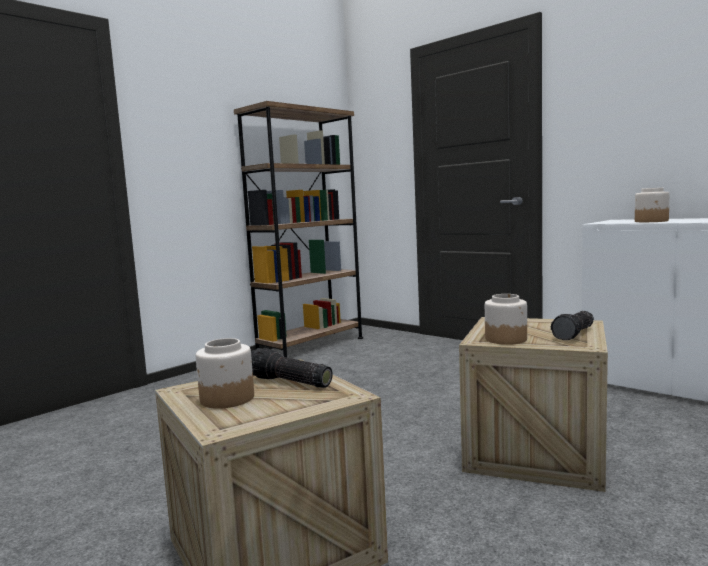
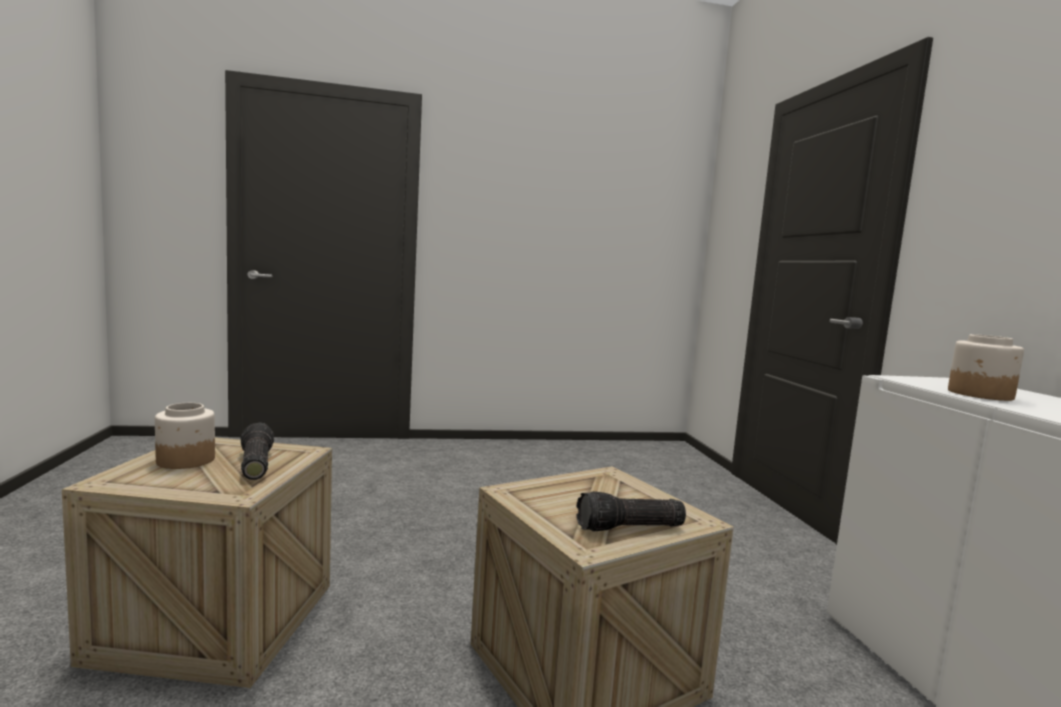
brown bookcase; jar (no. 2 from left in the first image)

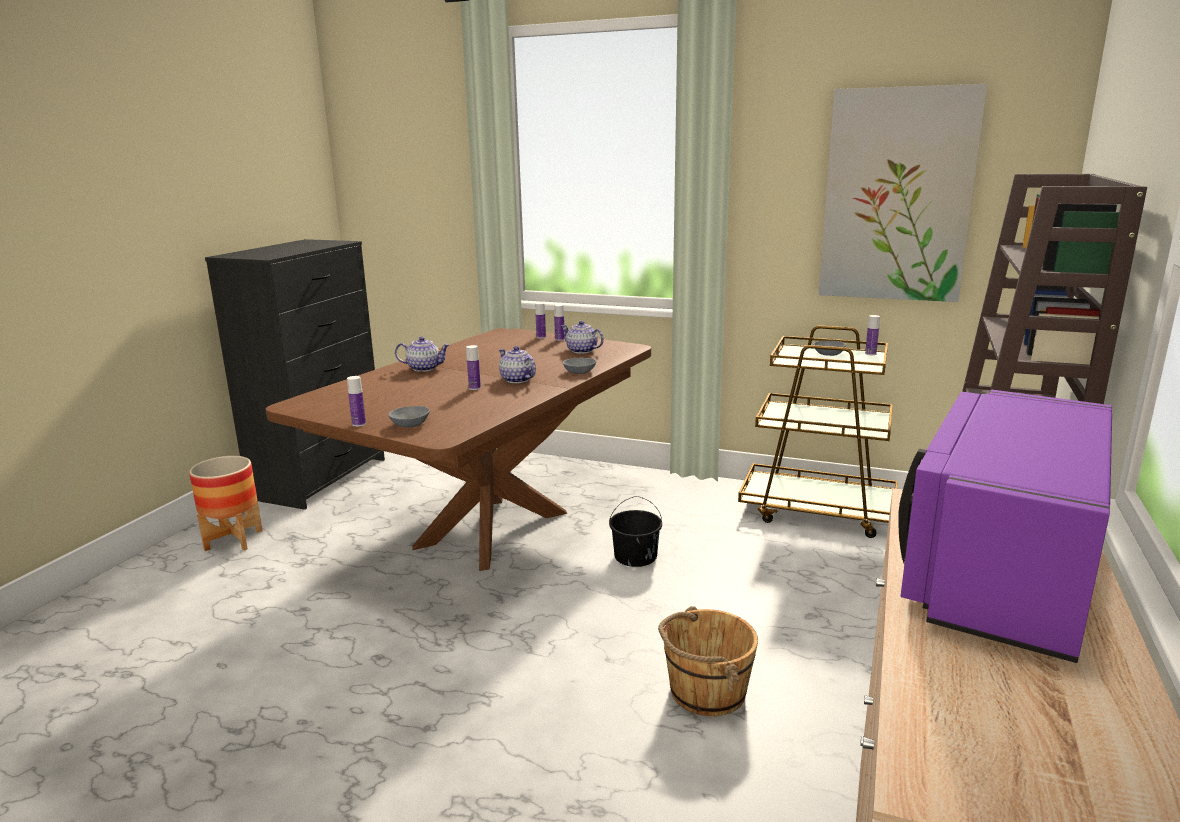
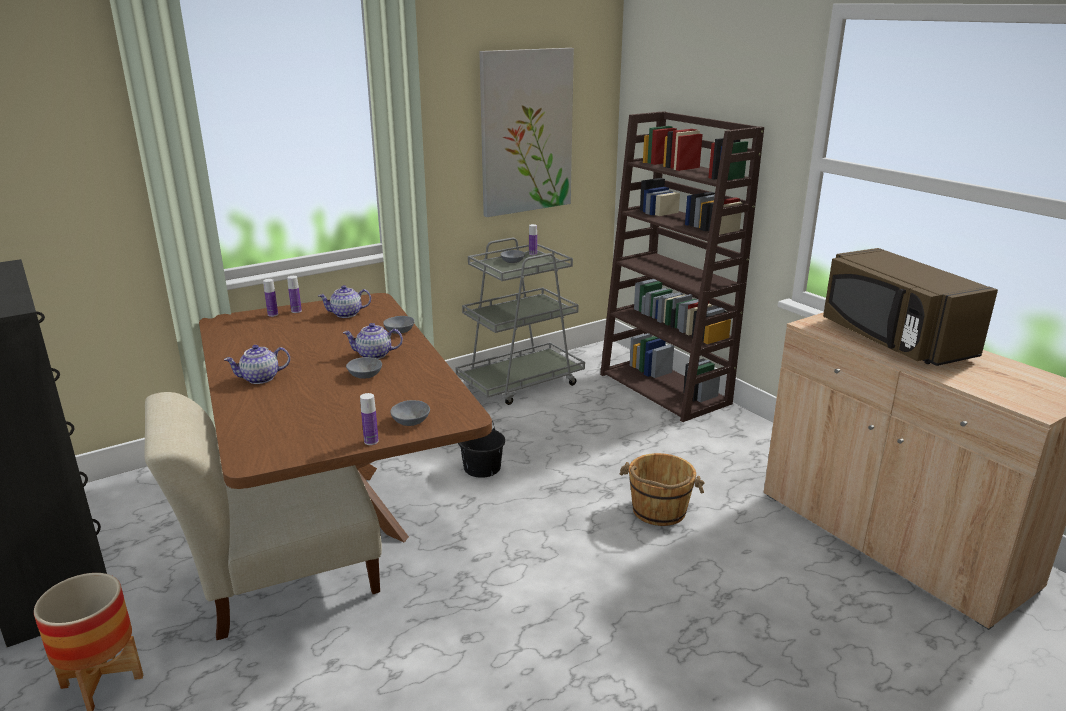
beige chair; grey bowl (no. 1 from left); grey cart; brown microwave; teapot (no. 1 from left)

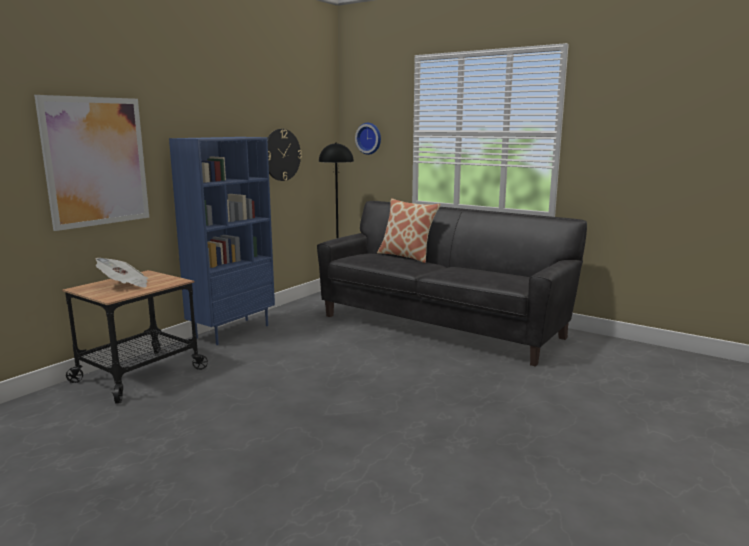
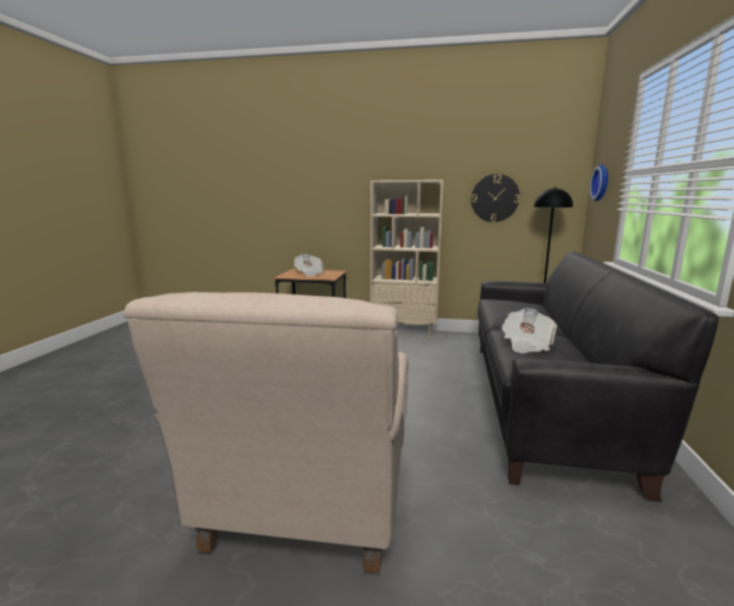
picture; pillow; beige armchair; newspaper (no. 2 from left); beige bookcase

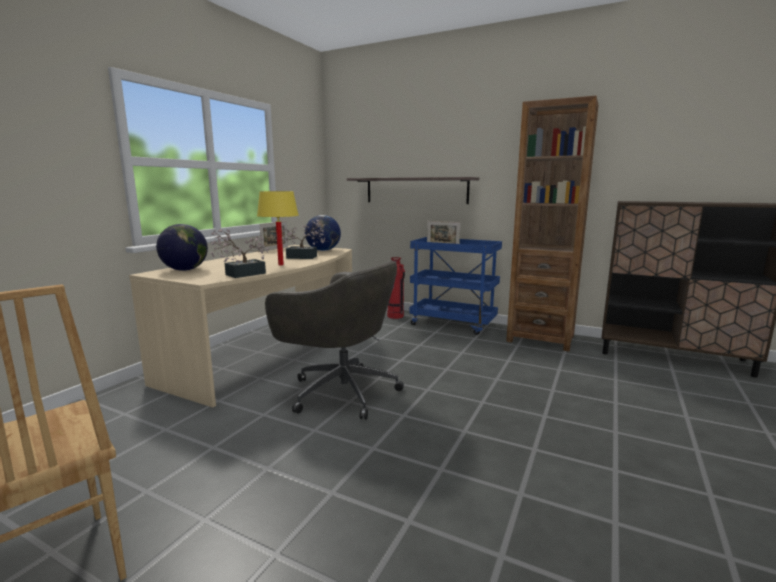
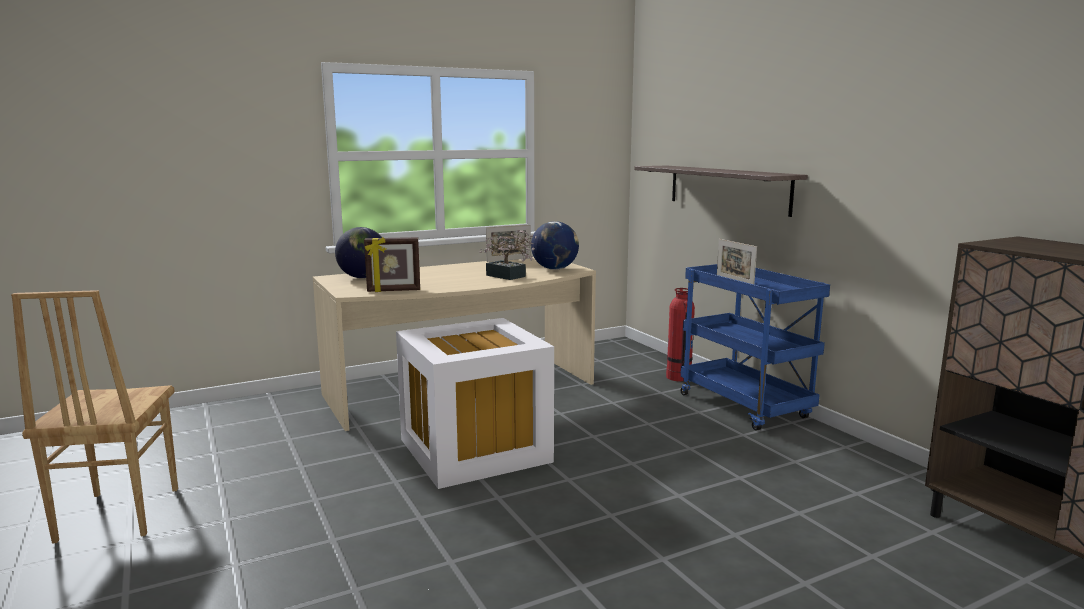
yellow table lamp; brown bookcase; picture frame (no. 1 from left); white storage box

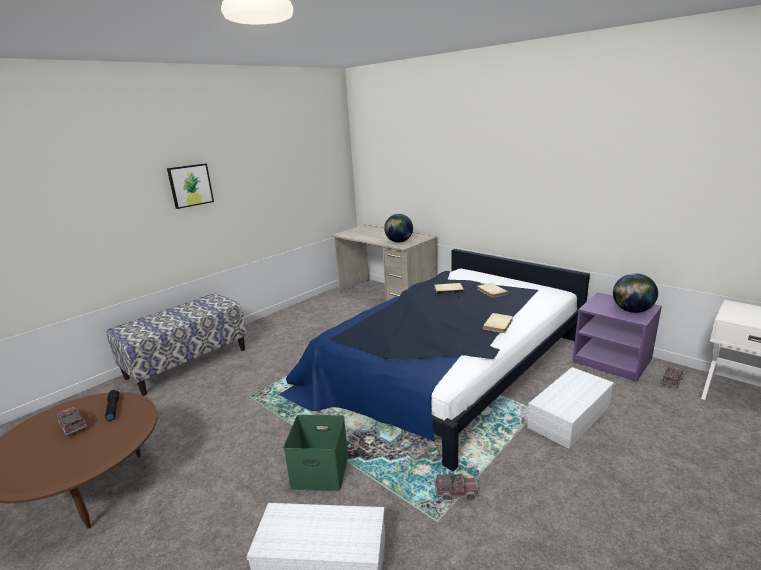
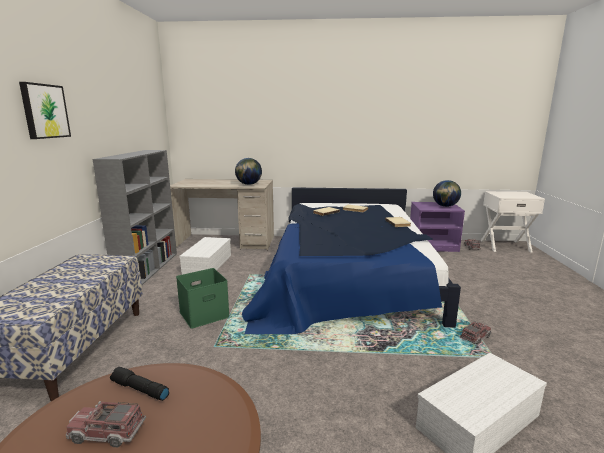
grey bookcase; green storage box; white storage box (no. 1 from left)

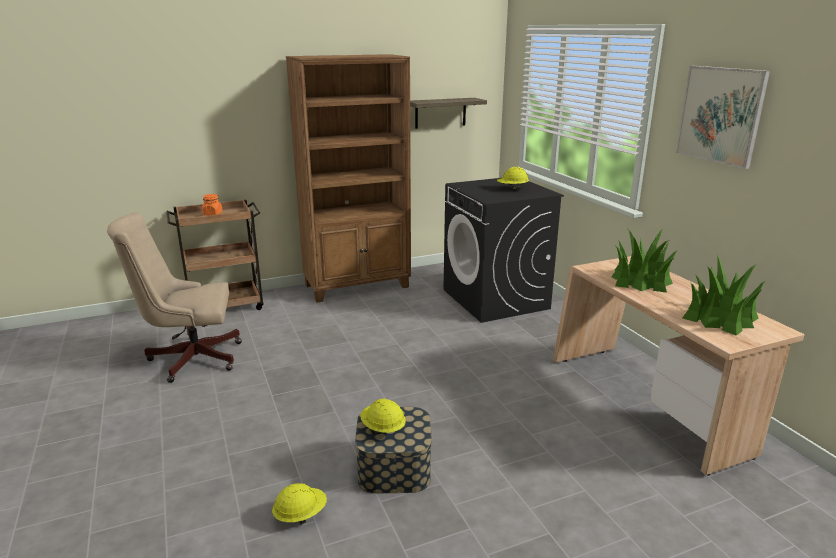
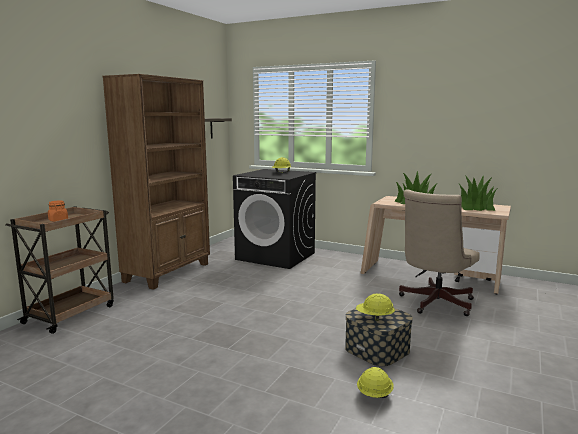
picture; beige office chair

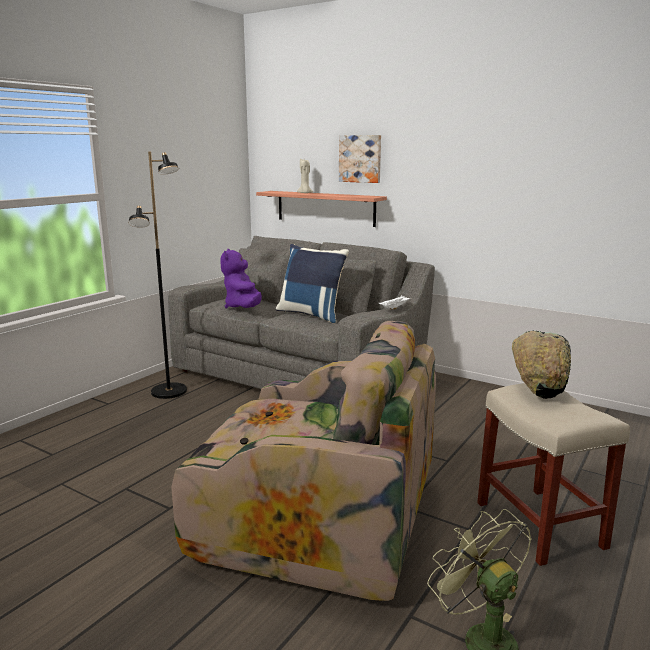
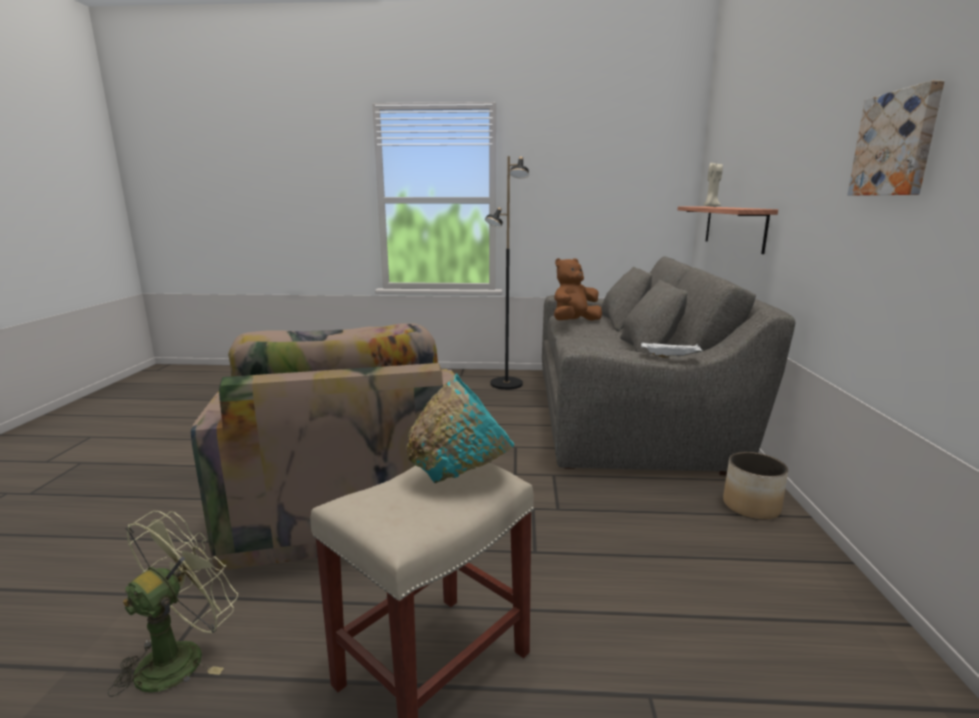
blue pillow; planter; picture; brown plush toy; turquoise bowl

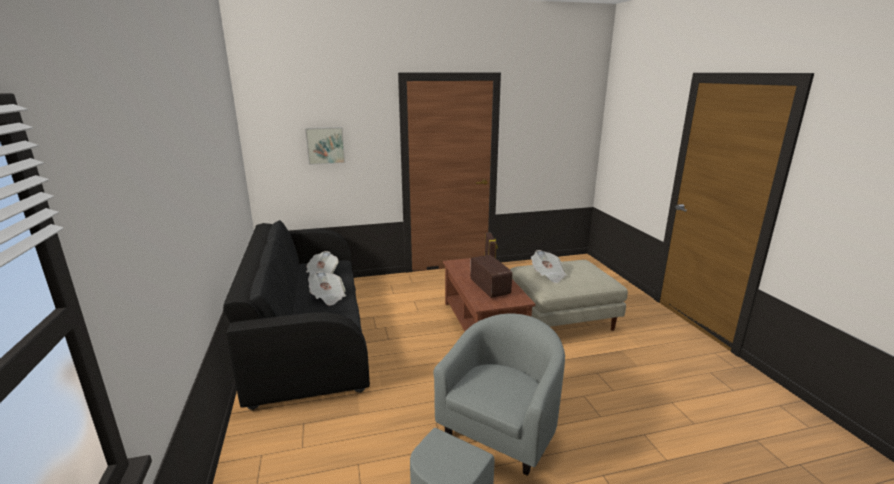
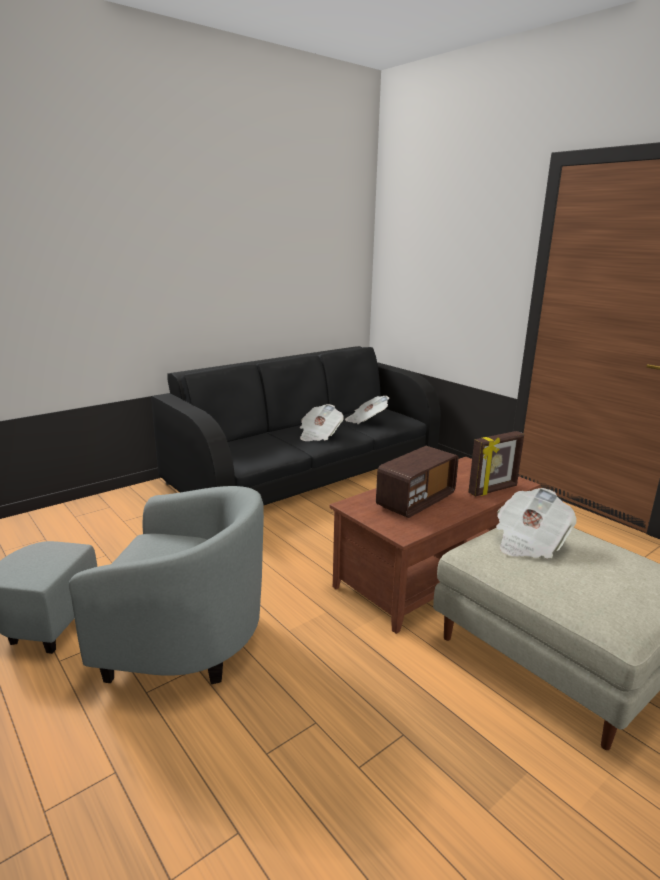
picture

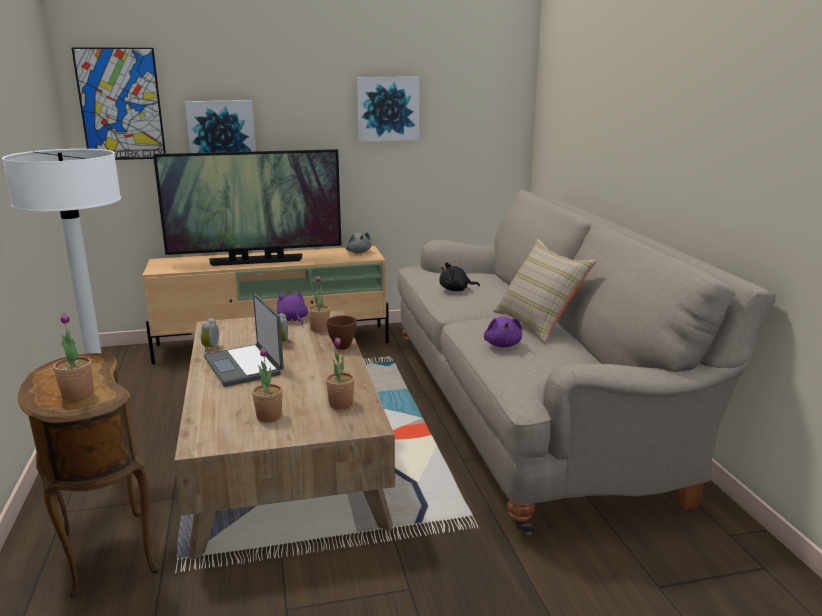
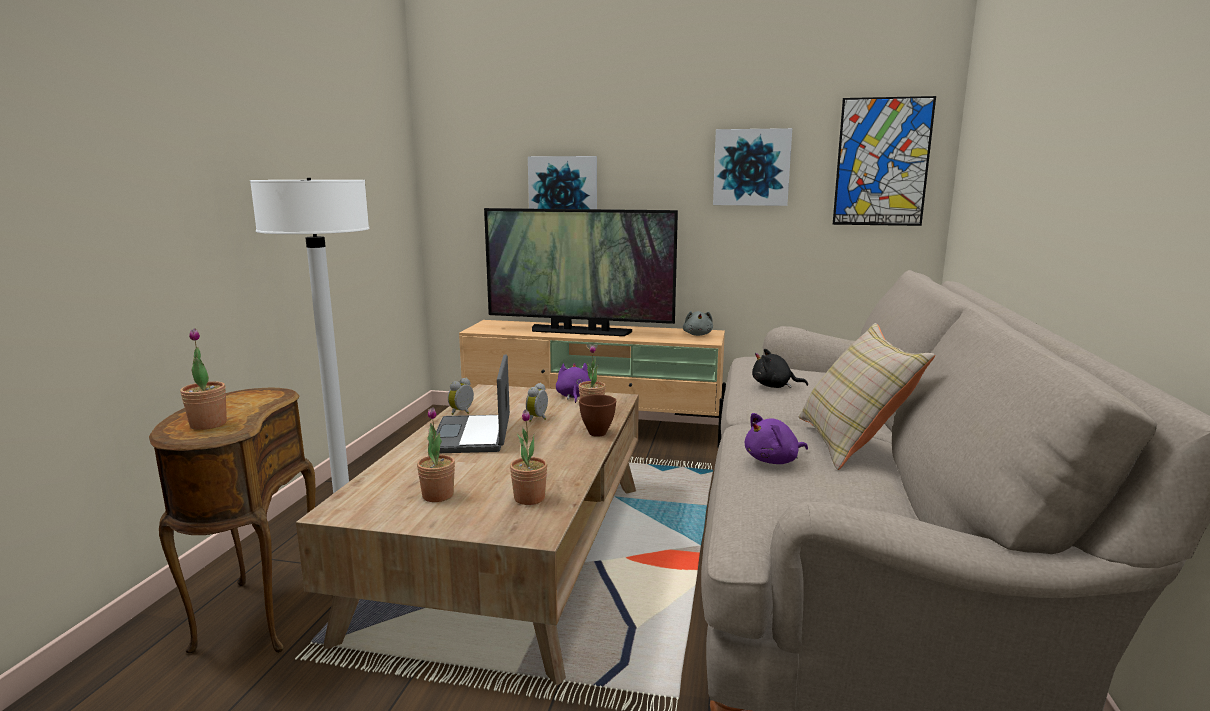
picture (no. 3 from left); purple plush toy (no. 2 from left)

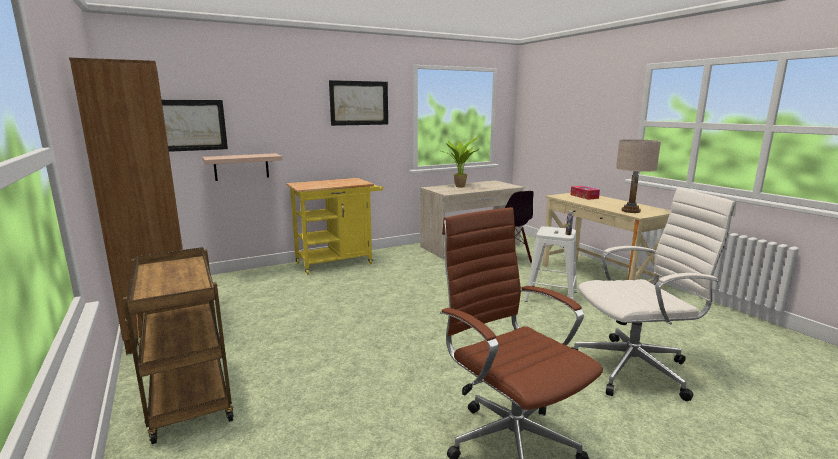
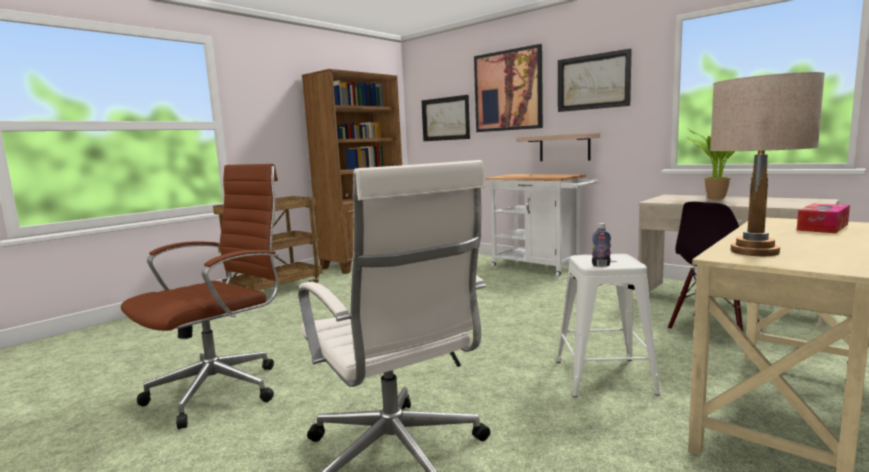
picture (no. 2 from left); shelf; white cart

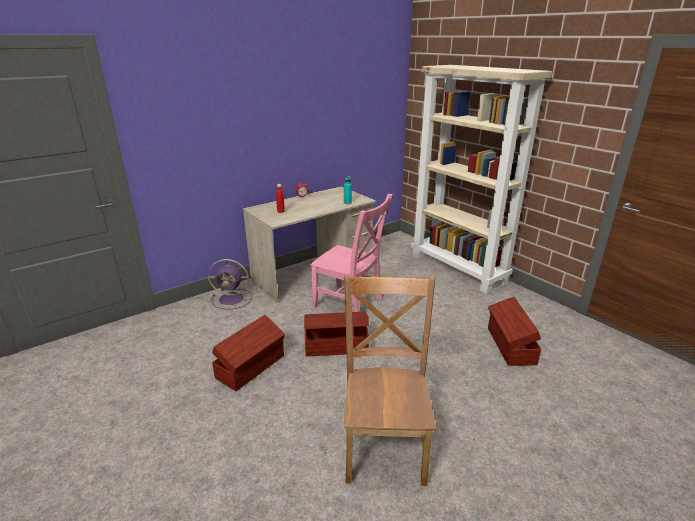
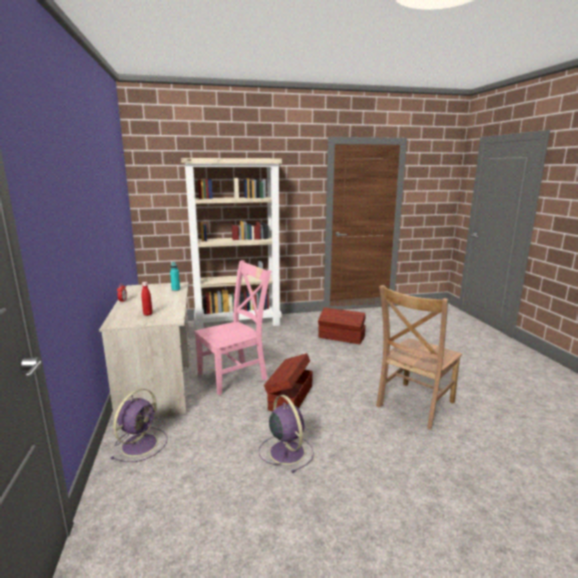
purple fan (no. 2 from left); brown chair

